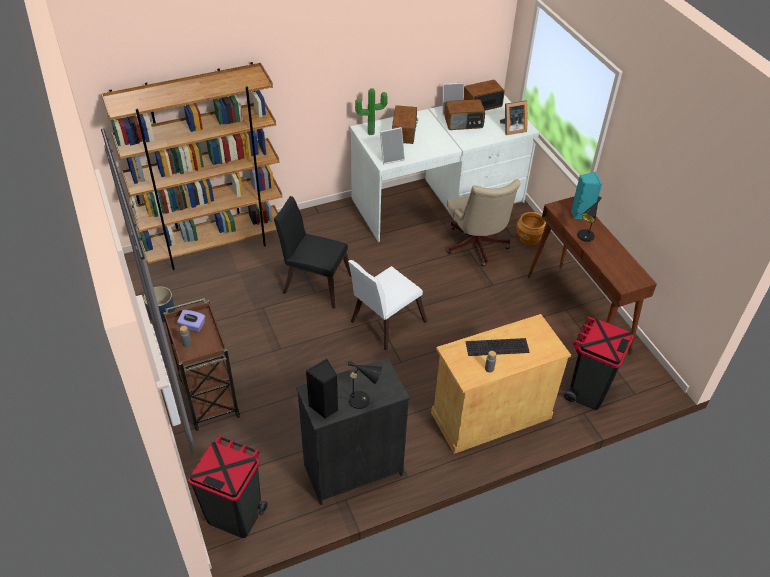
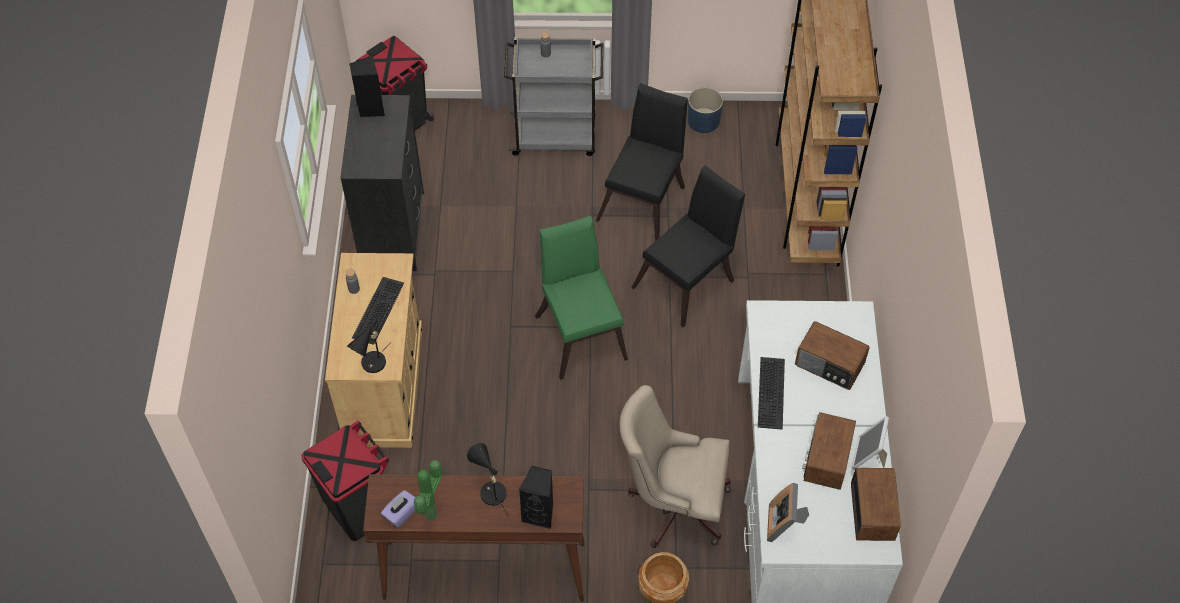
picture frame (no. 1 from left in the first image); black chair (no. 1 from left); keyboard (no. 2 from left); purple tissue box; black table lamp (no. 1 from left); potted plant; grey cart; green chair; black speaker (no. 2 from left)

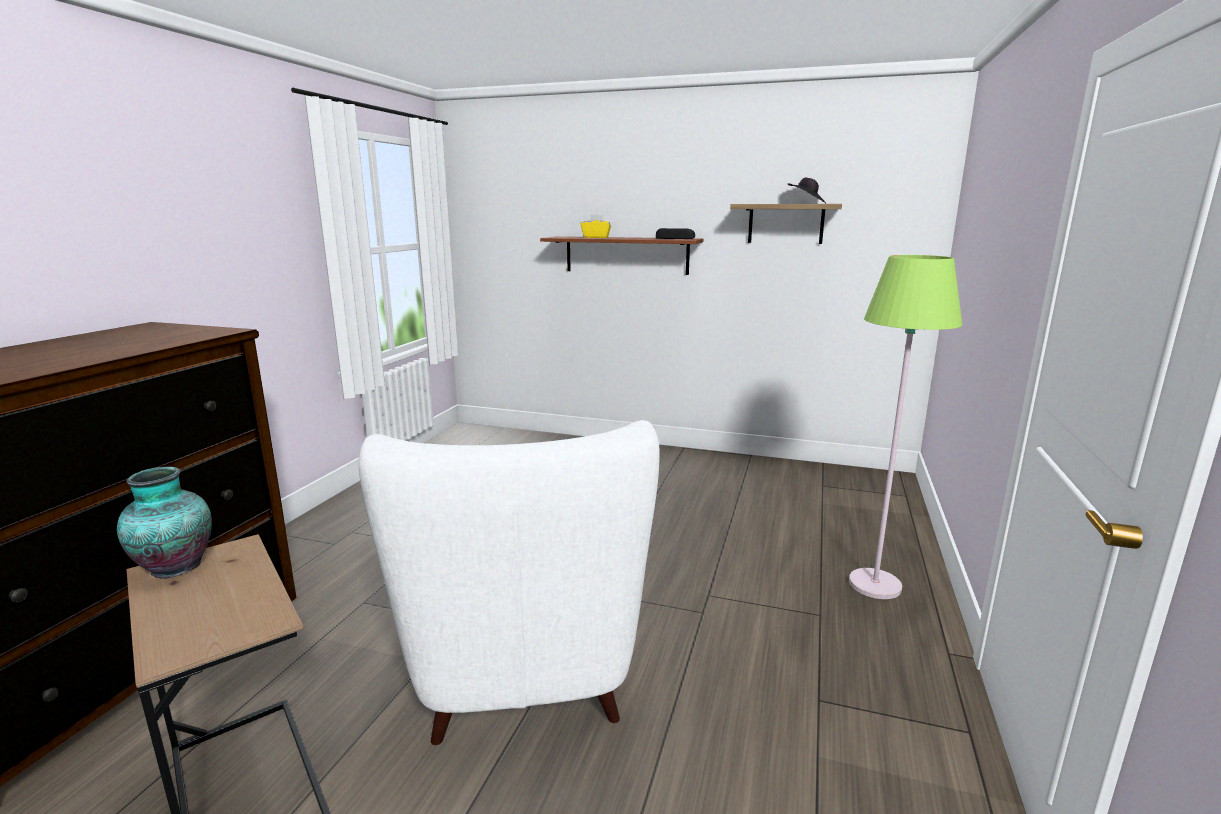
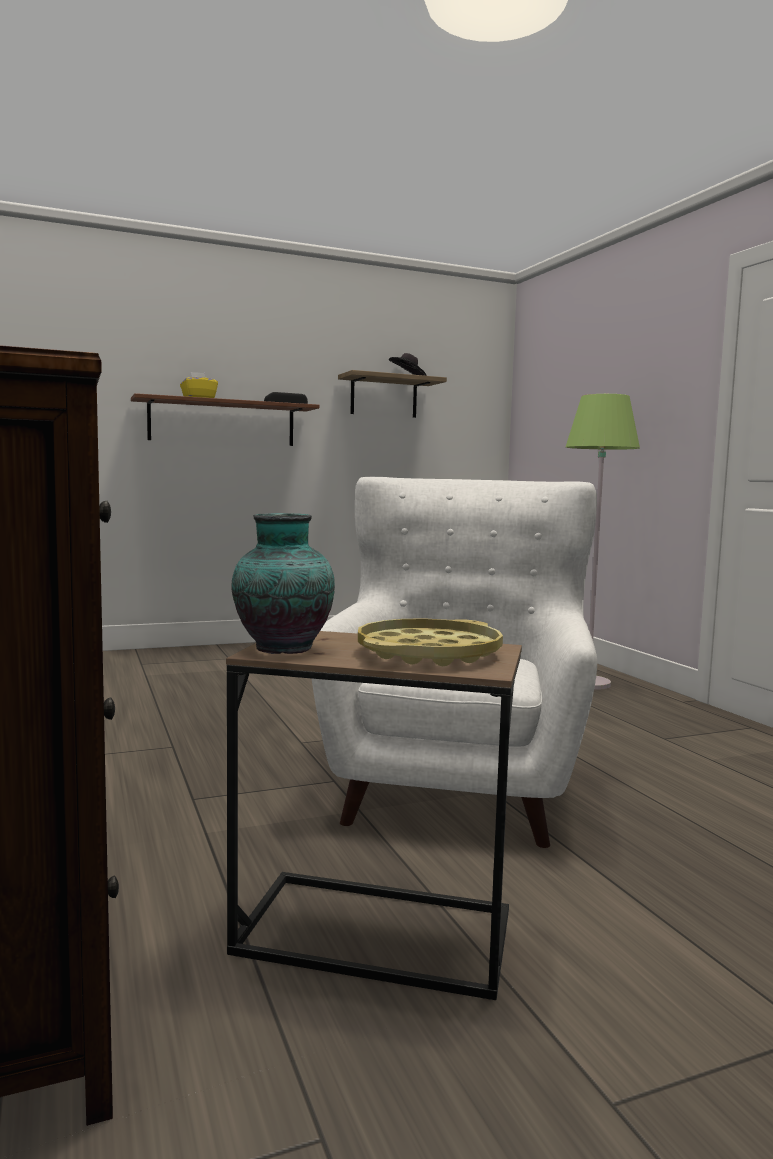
yellow tray; white armchair

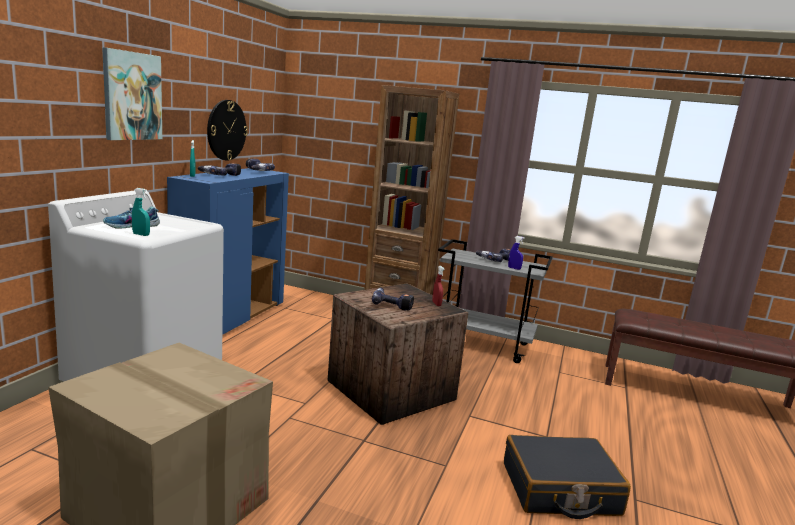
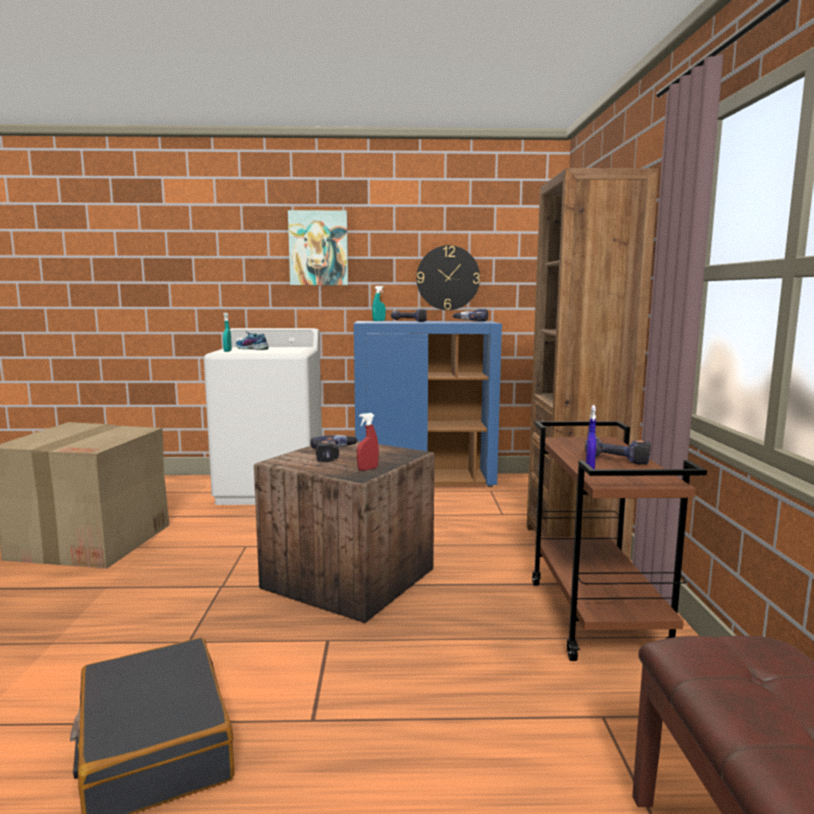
brown cart

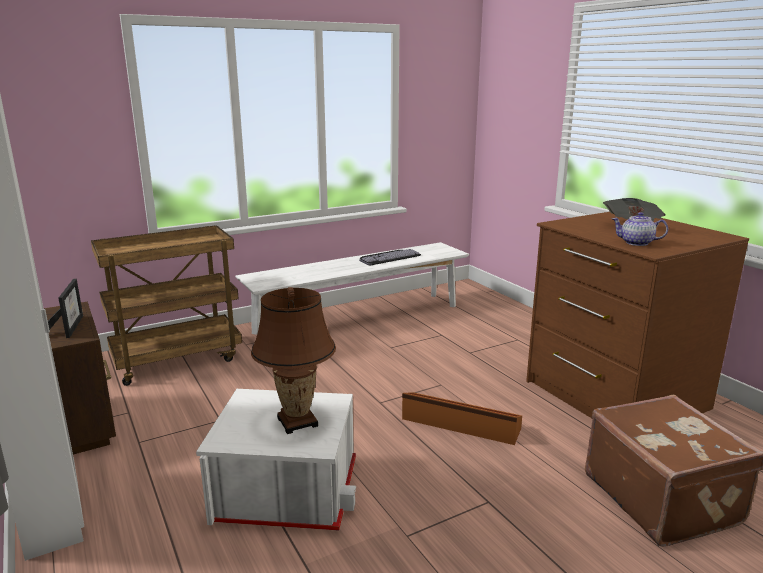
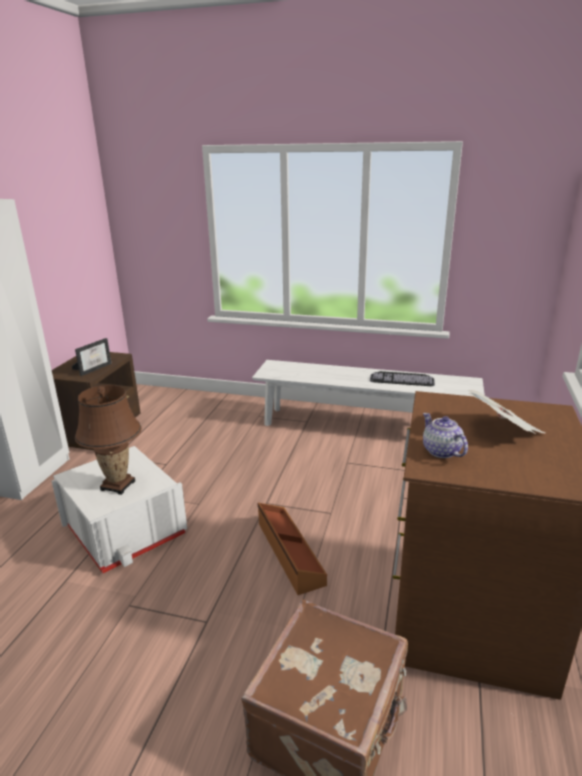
brown cart

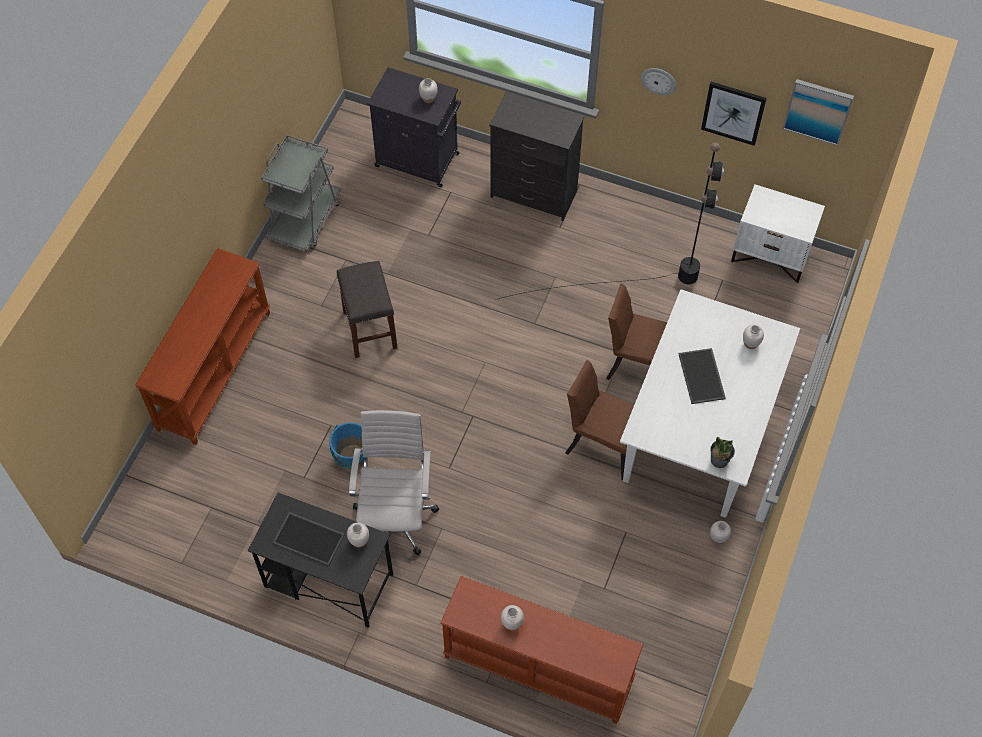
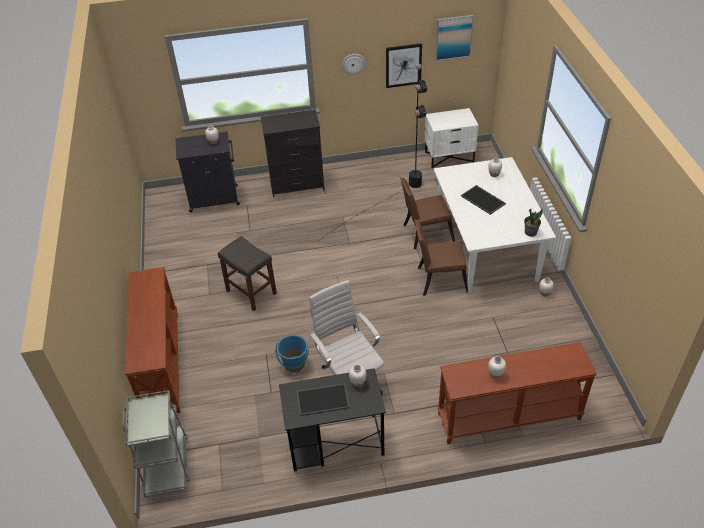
grey cart

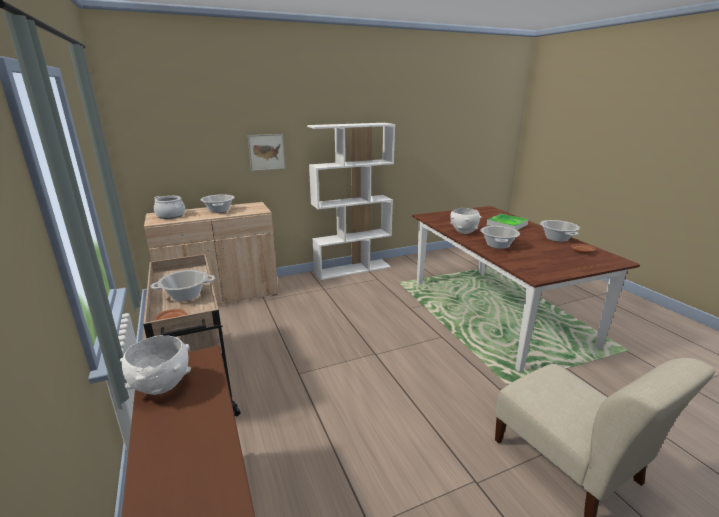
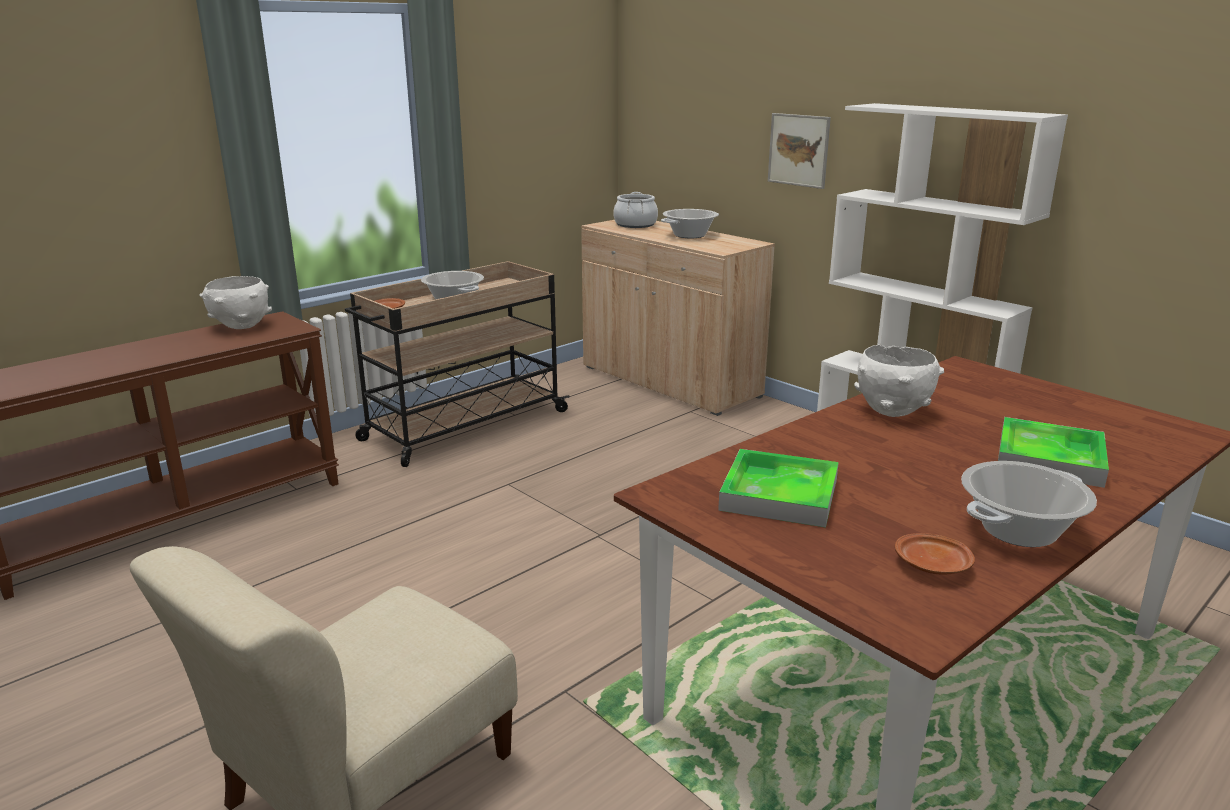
cooking pot (no. 4 from left in the first image); tray (no. 1 from left)

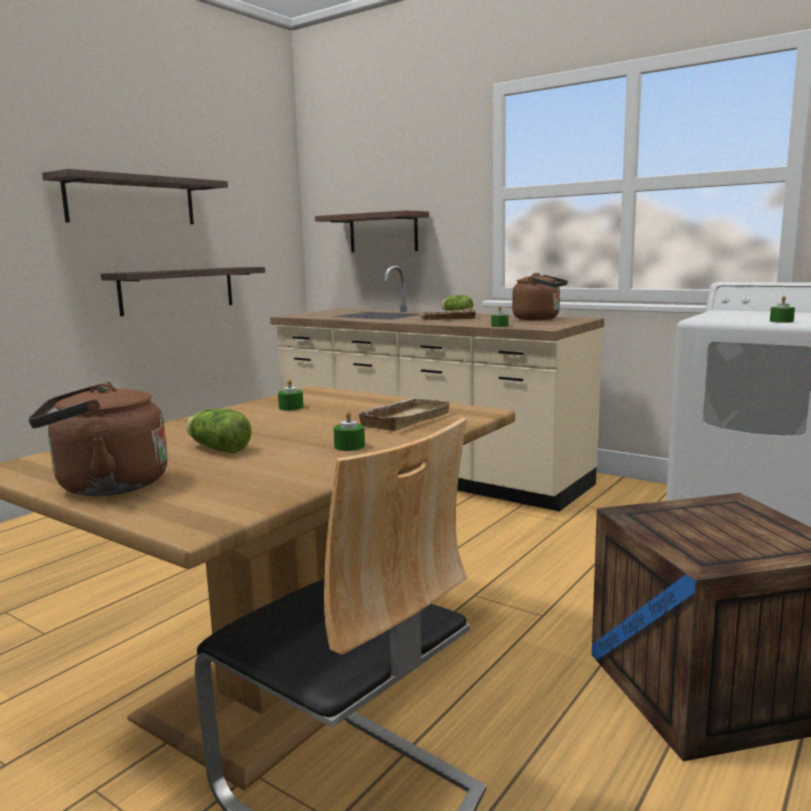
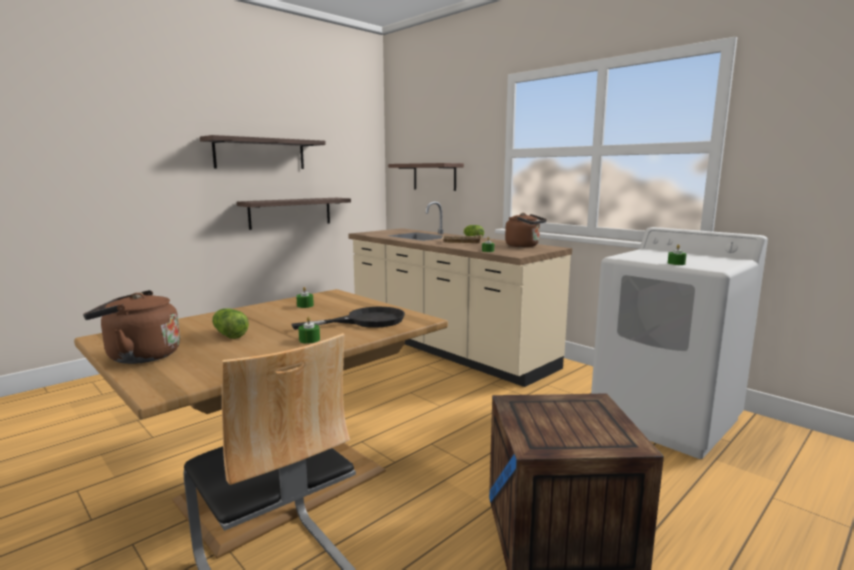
black frying pan

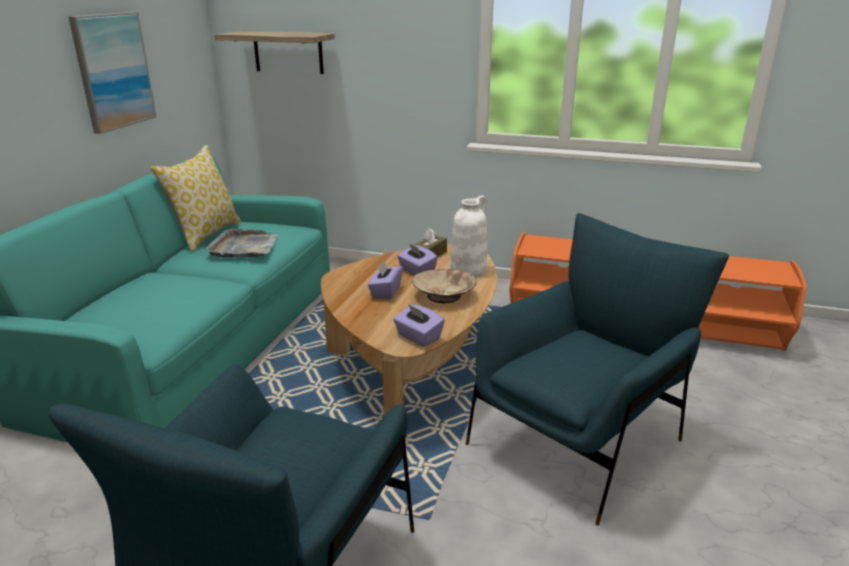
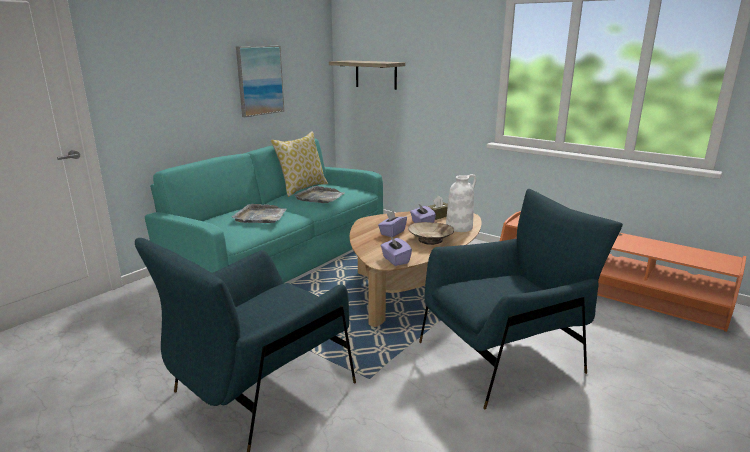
grey tray (no. 1 from left)

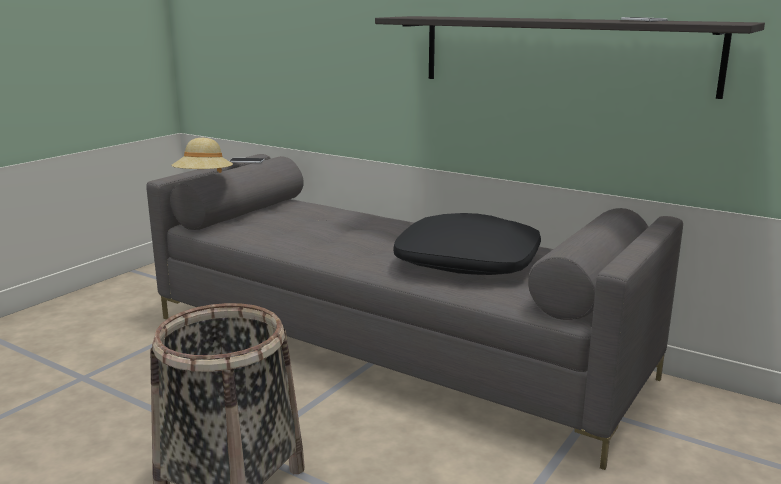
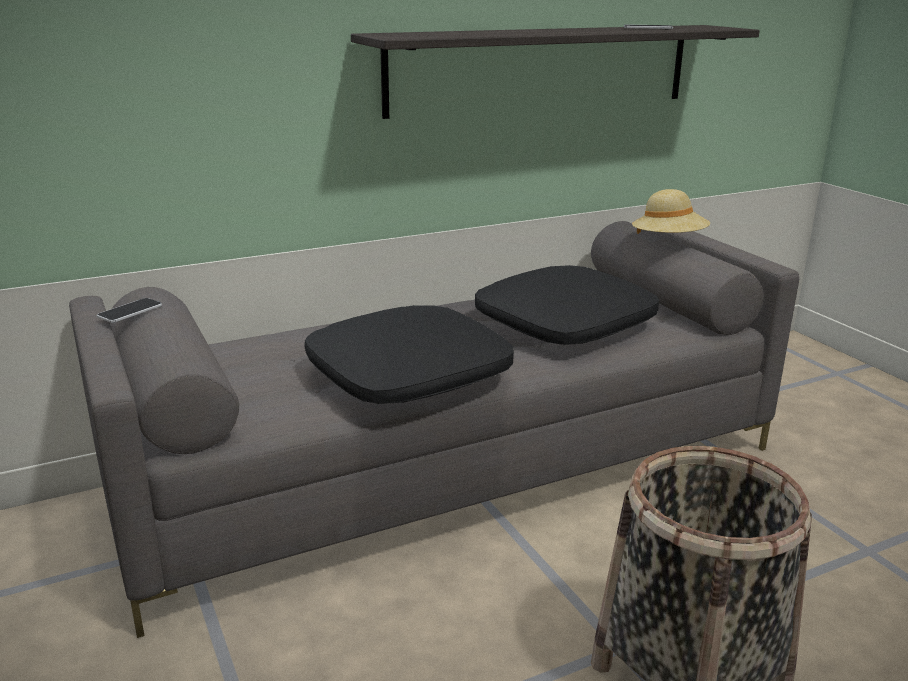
black pillow (no. 1 from left); beige hat

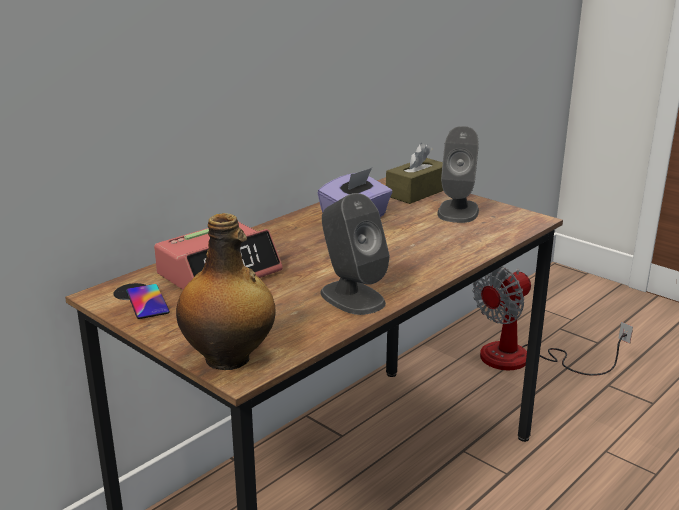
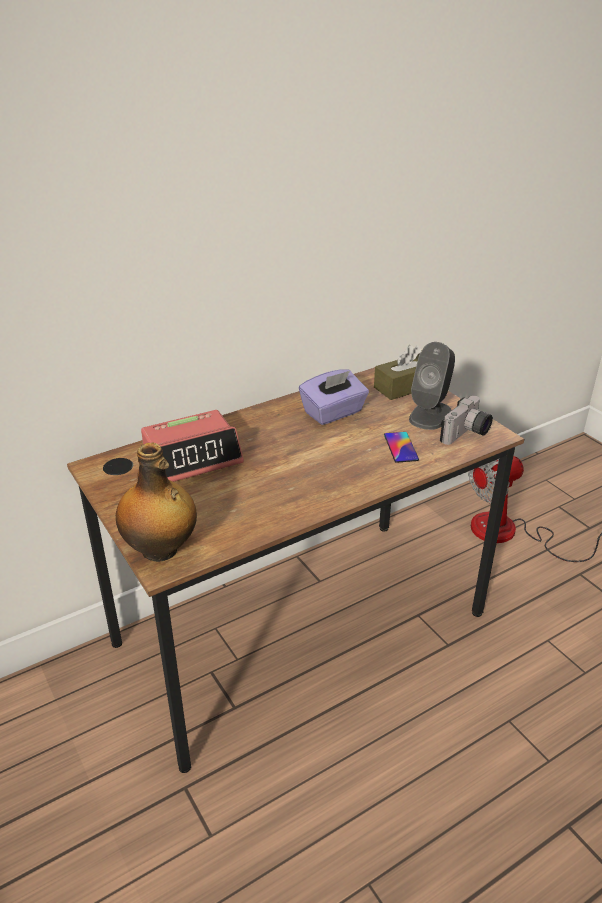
grey speaker (no. 1 from left in the first image); photo camera; phone

